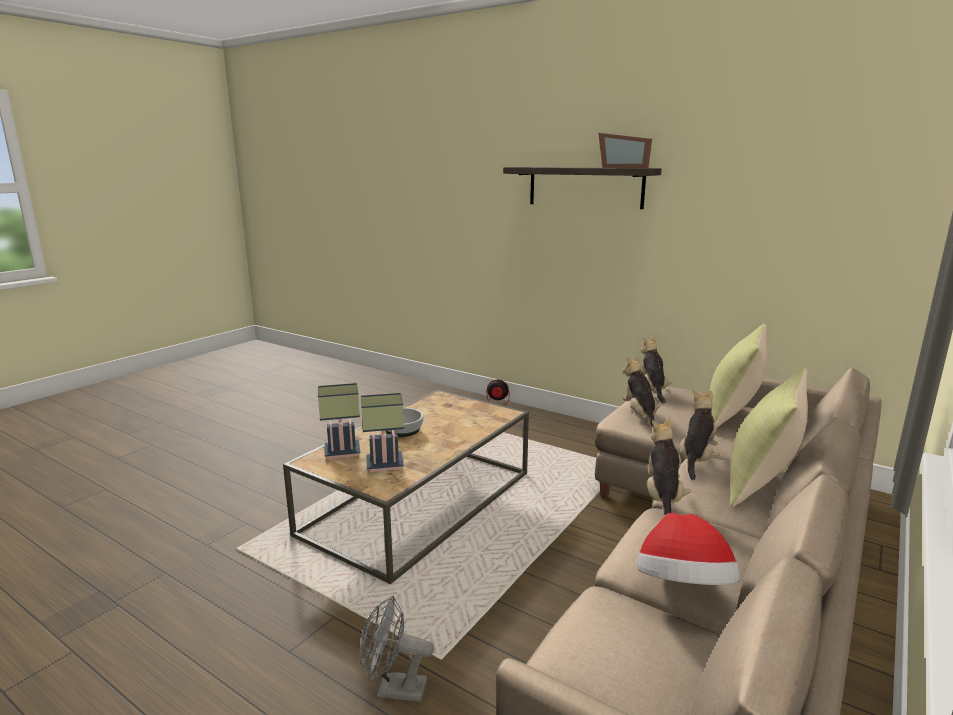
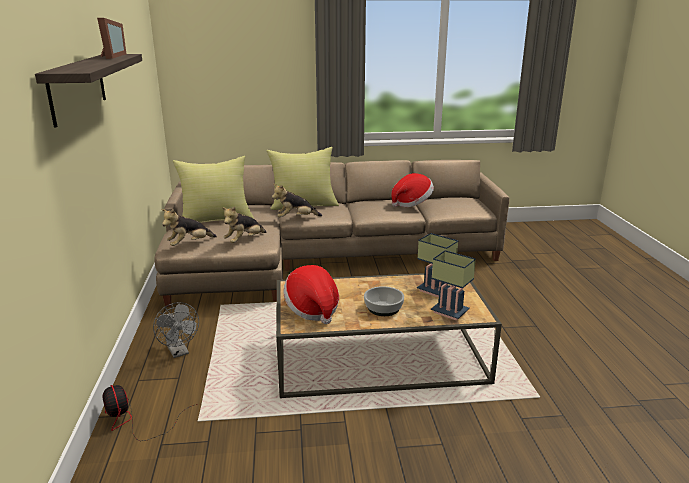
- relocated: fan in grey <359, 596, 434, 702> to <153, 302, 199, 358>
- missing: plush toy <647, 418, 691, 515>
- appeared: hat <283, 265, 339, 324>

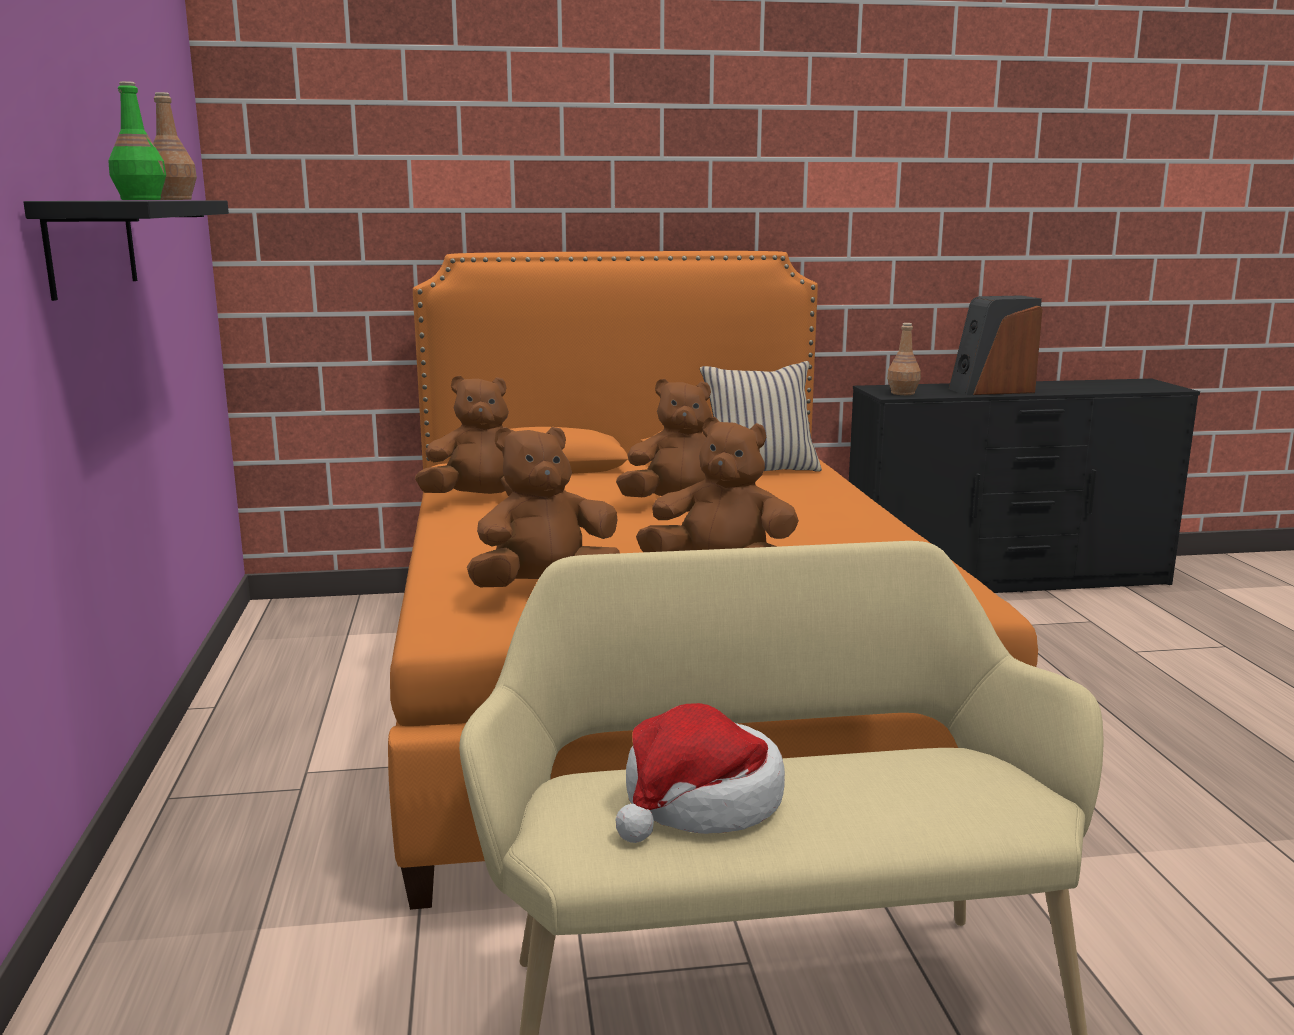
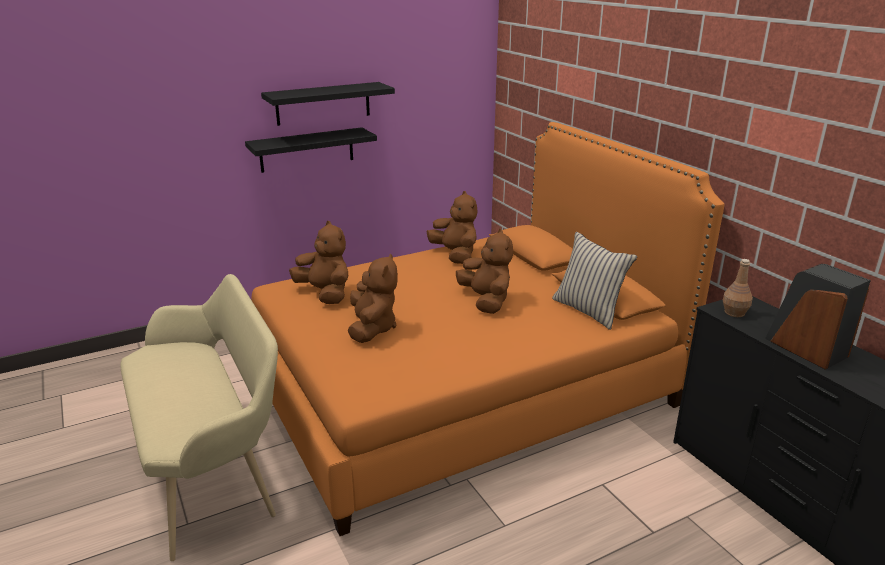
- missing: bottle in green <108, 81, 166, 200>
- missing: bottle in brown <153, 92, 197, 200>
- missing: hat <615, 703, 785, 843>
- appeared: shelf in black <245, 127, 377, 173>

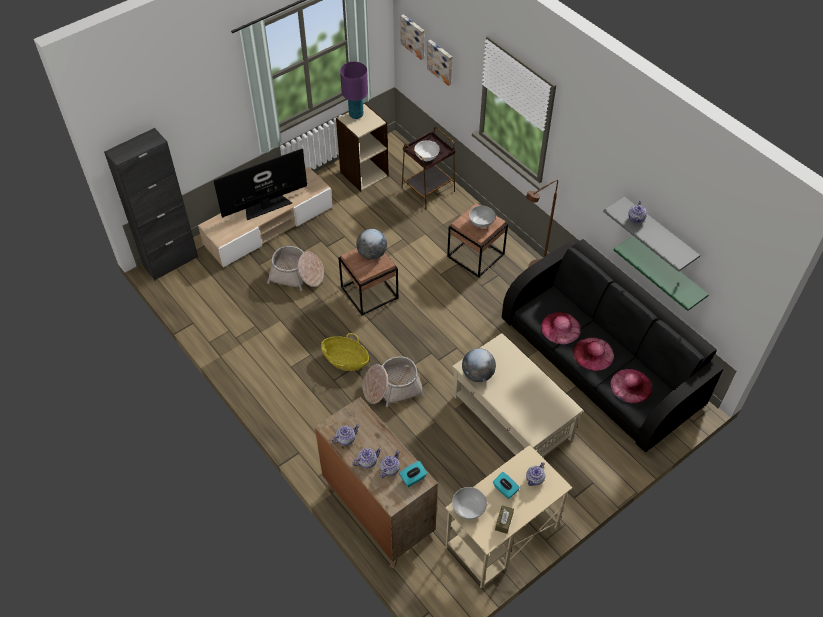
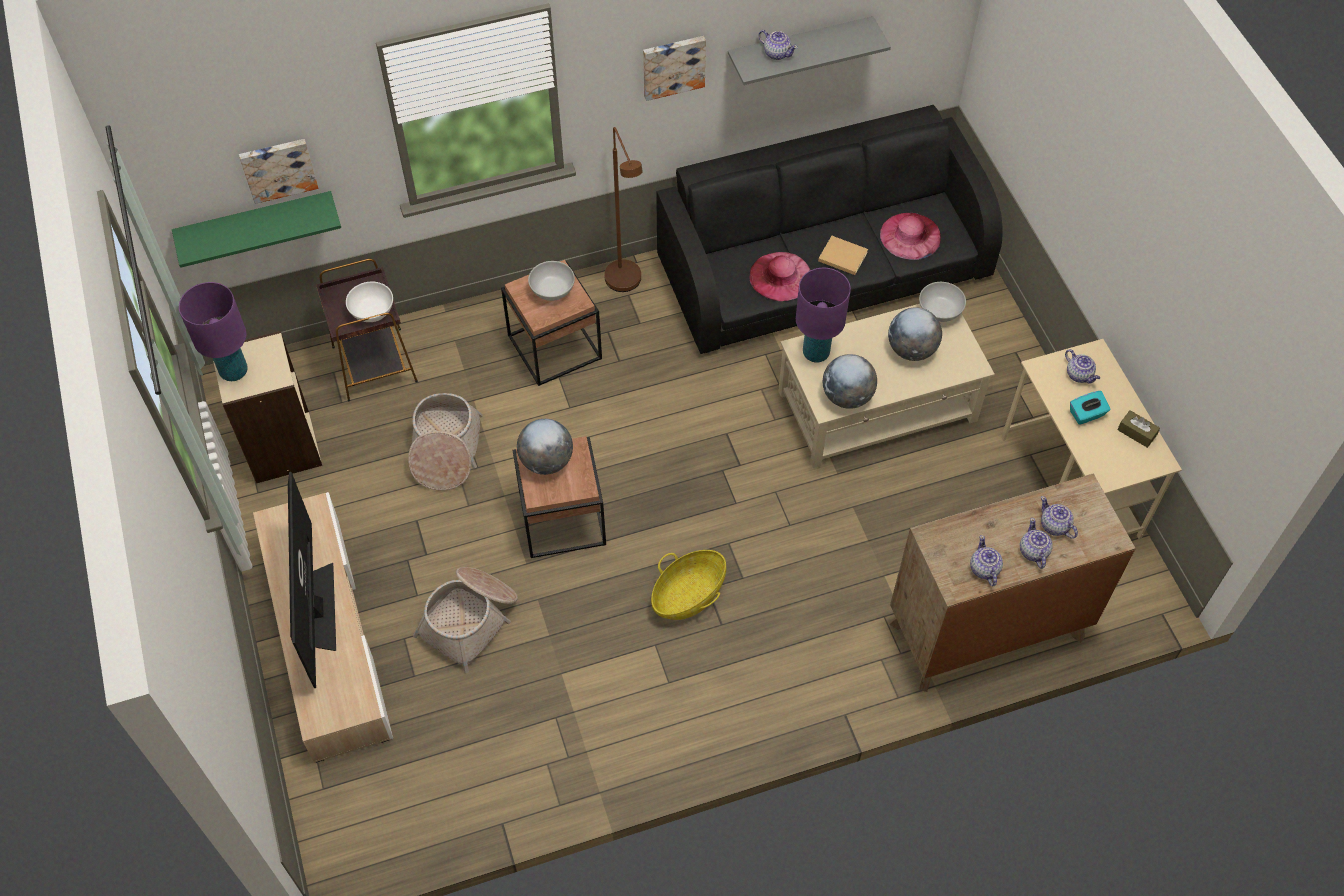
- missing: cabinet in black <104, 128, 198, 280>
- relocated: basket <363, 356, 425, 407> to <408, 393, 483, 491>
- missing: tissue box in turquoise <399, 461, 427, 487>
- relocated: picture <400, 14, 424, 60> to <643, 36, 706, 101>
- relocated: bowl in white <452, 487, 487, 519> to <919, 282, 966, 322>
- exchanged: hat in pink <573, 337, 614, 371> to book in beige <818, 236, 868, 275>
- relocated: shelf in green <614, 236, 709, 311> to <172, 191, 341, 268>
- appeared: table lamp in purple <796, 268, 851, 363>
- appeared: globe <888, 307, 942, 361>

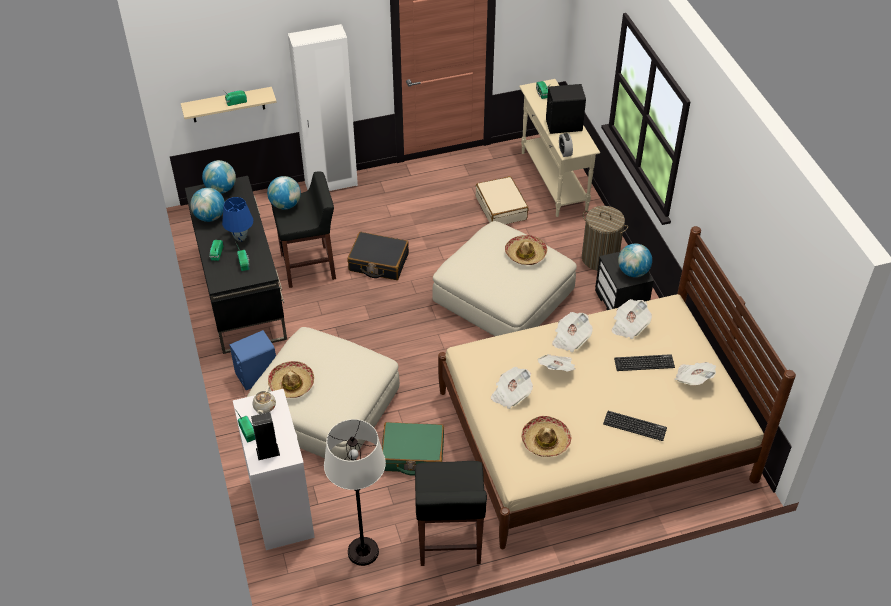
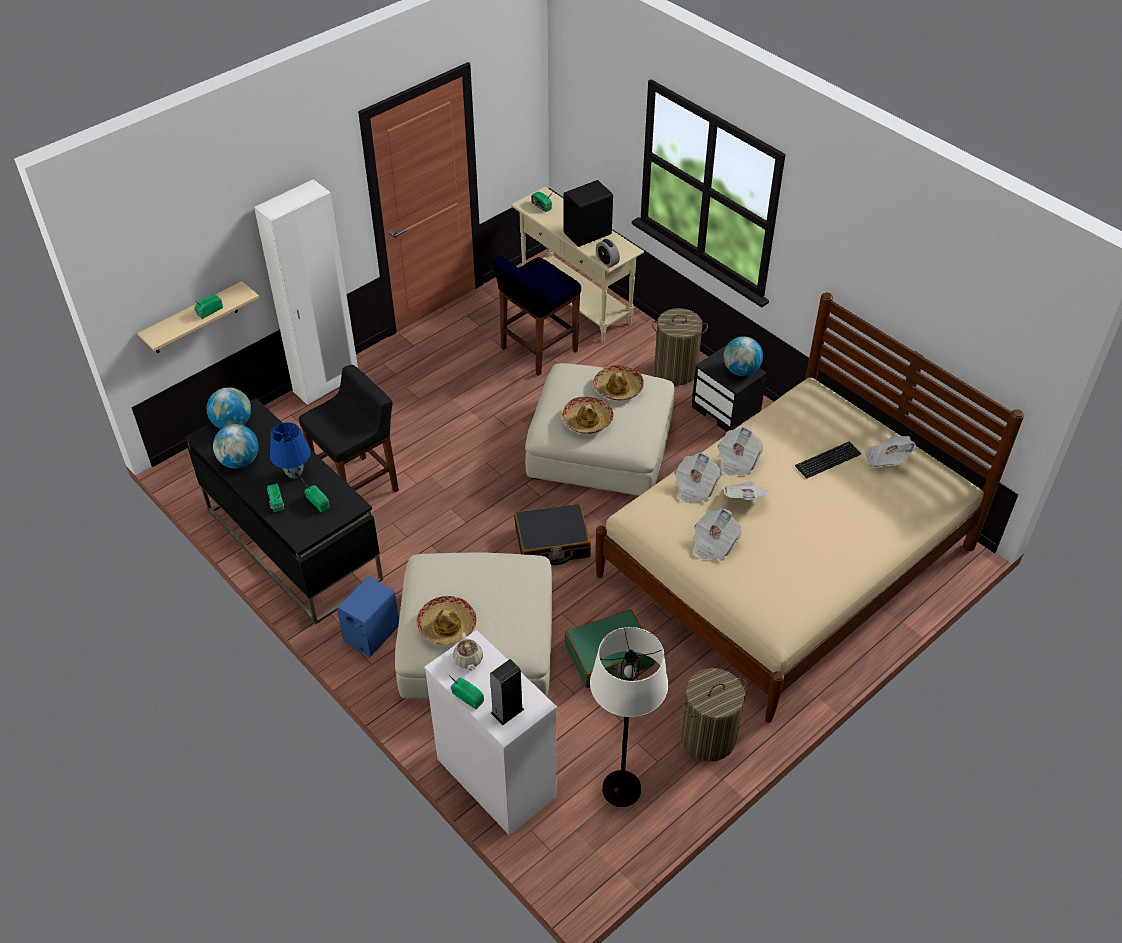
- missing: globe <267, 176, 301, 210>
- relocated: suitcase in black <347, 232, 409, 280> to <514, 503, 591, 565>
- exchanged: stool in black <415, 461, 487, 566> to laundry basket <681, 668, 748, 761>
- exchanged: suitcase in beige <476, 176, 529, 224> to stool in blue <492, 255, 581, 376>
- relocated: hat <521, 416, 571, 457> to <562, 397, 614, 434>
- missing: keyboard <603, 411, 667, 441>
- relocated: newspaper <611, 299, 652, 339> to <675, 453, 721, 503>

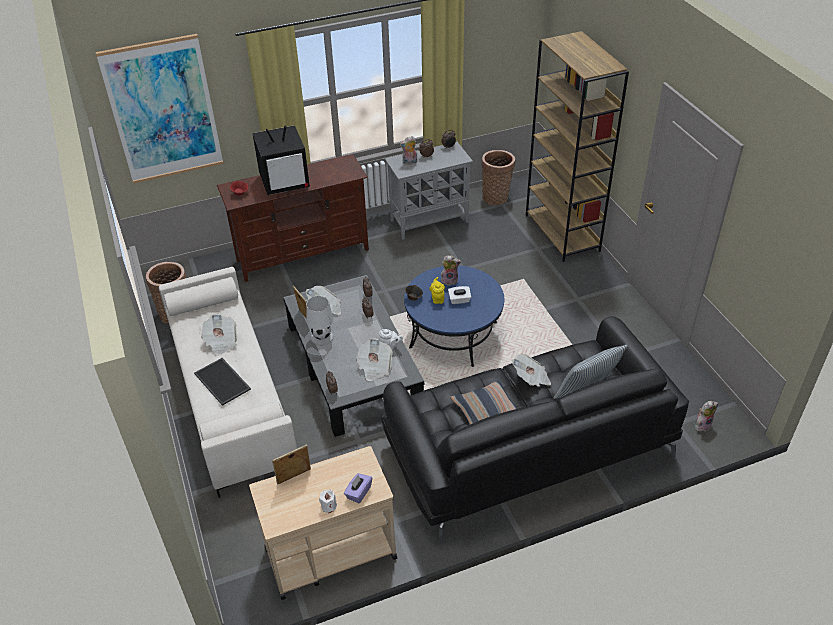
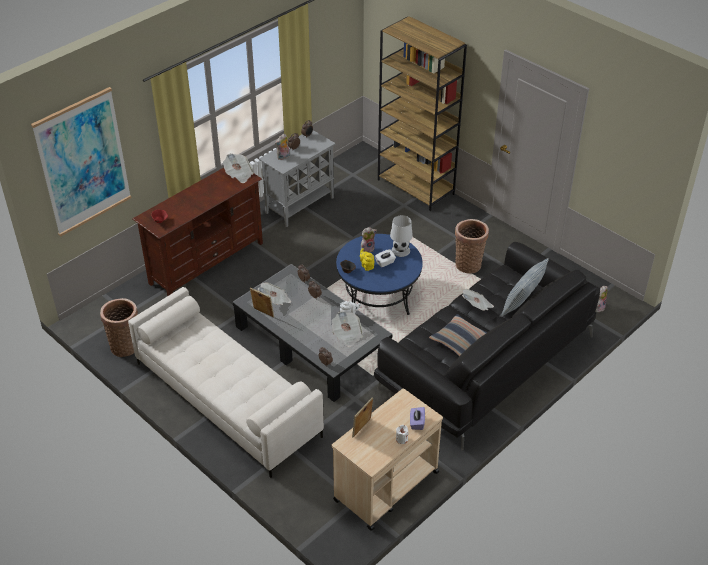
- missing: tray <194, 358, 251, 406>
- relocated: newspaper <201, 314, 237, 356> to <223, 153, 254, 183>
- missing: television <253, 125, 310, 195>
- relocated: table lamp in white <306, 296, 334, 346> to <390, 215, 413, 257>
- relocated: basket <482, 150, 515, 205> to <455, 219, 489, 274>

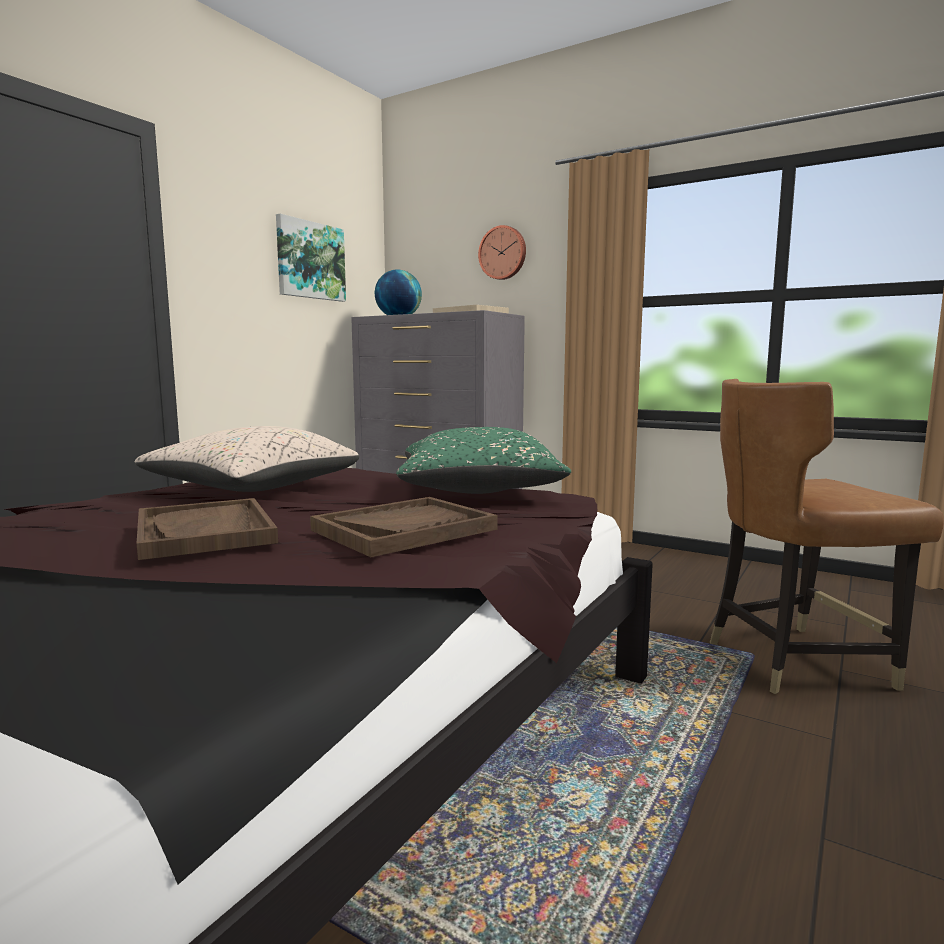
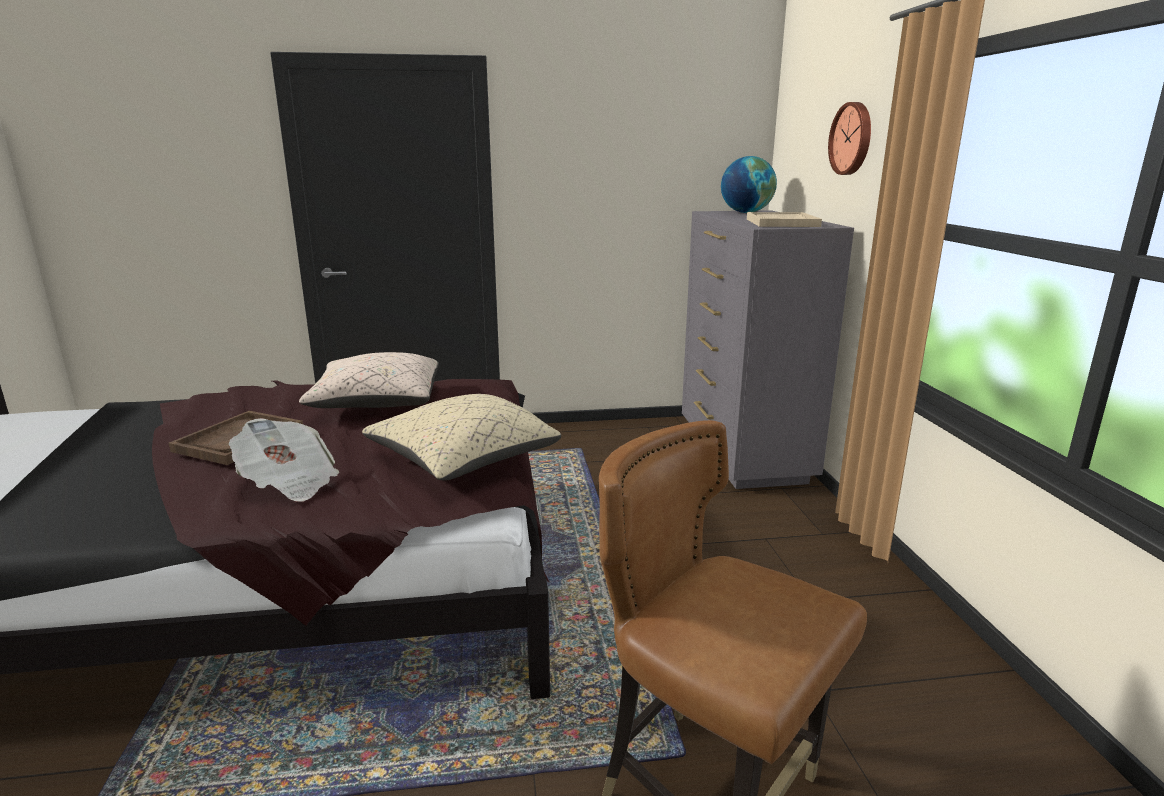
- missing: picture <276, 214, 346, 302>
- exchanged: tray in brown <310, 497, 498, 557> to newspaper <229, 418, 339, 502>
- colour: pillow in green <396, 427, 571, 494> to pillow in beige <362, 394, 561, 481>

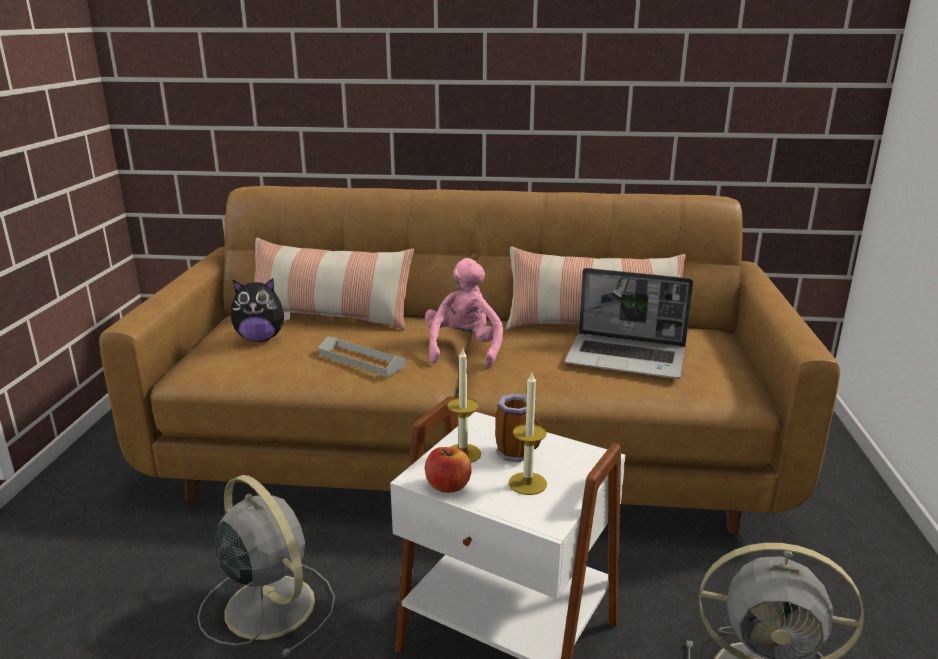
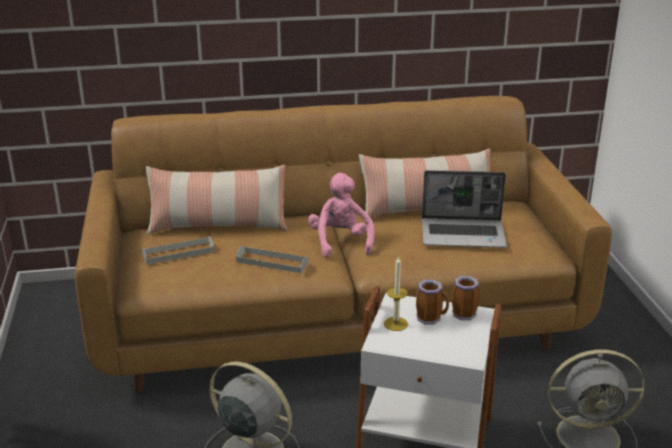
- exchanged: plush toy <231, 278, 290, 342> to tray in grey <142, 237, 214, 265>
- missing: apple <425, 447, 472, 493>
- missing: candle <509, 373, 547, 495>
- appeared: mug <452, 276, 479, 320>

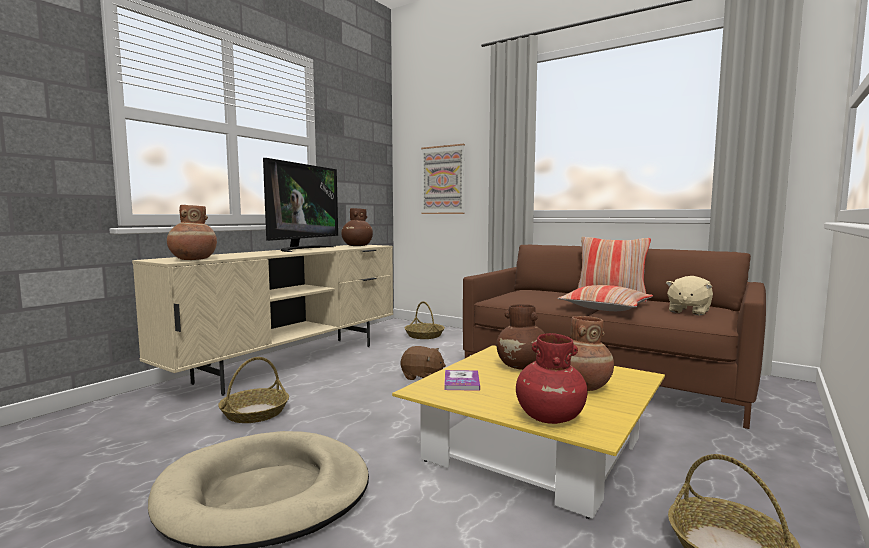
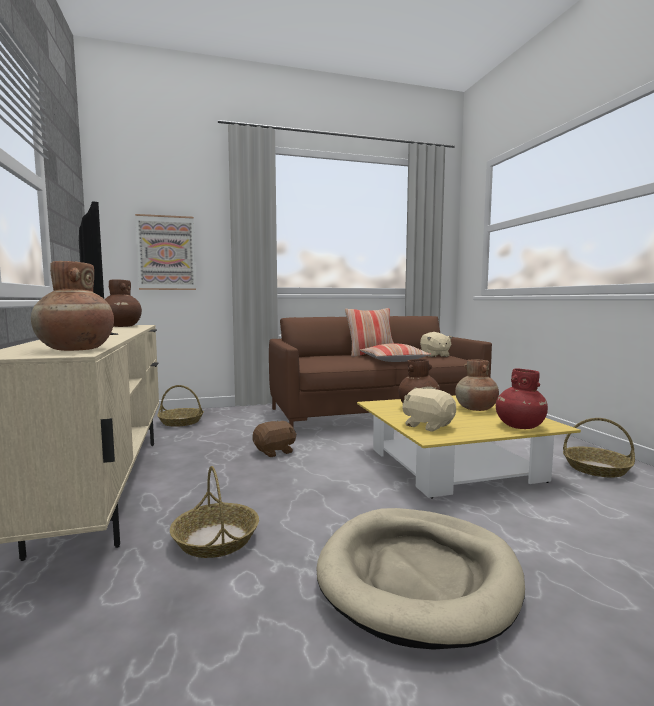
- exchanged: book <444, 370, 480, 391> to plush toy in beige <402, 388, 456, 431>

